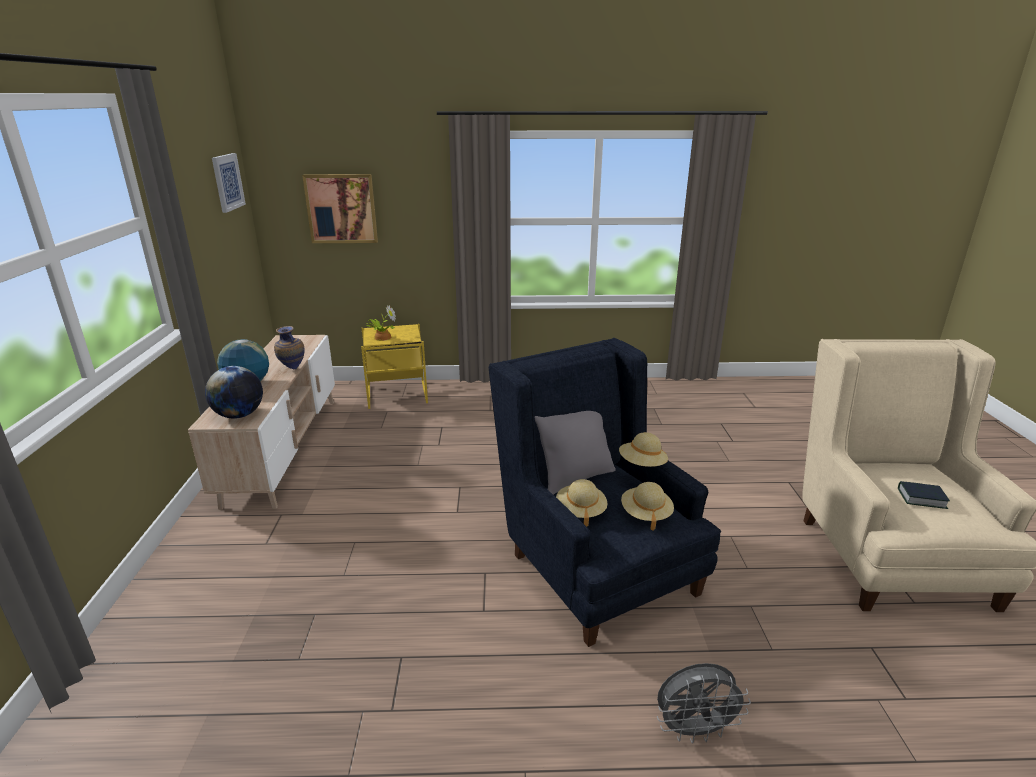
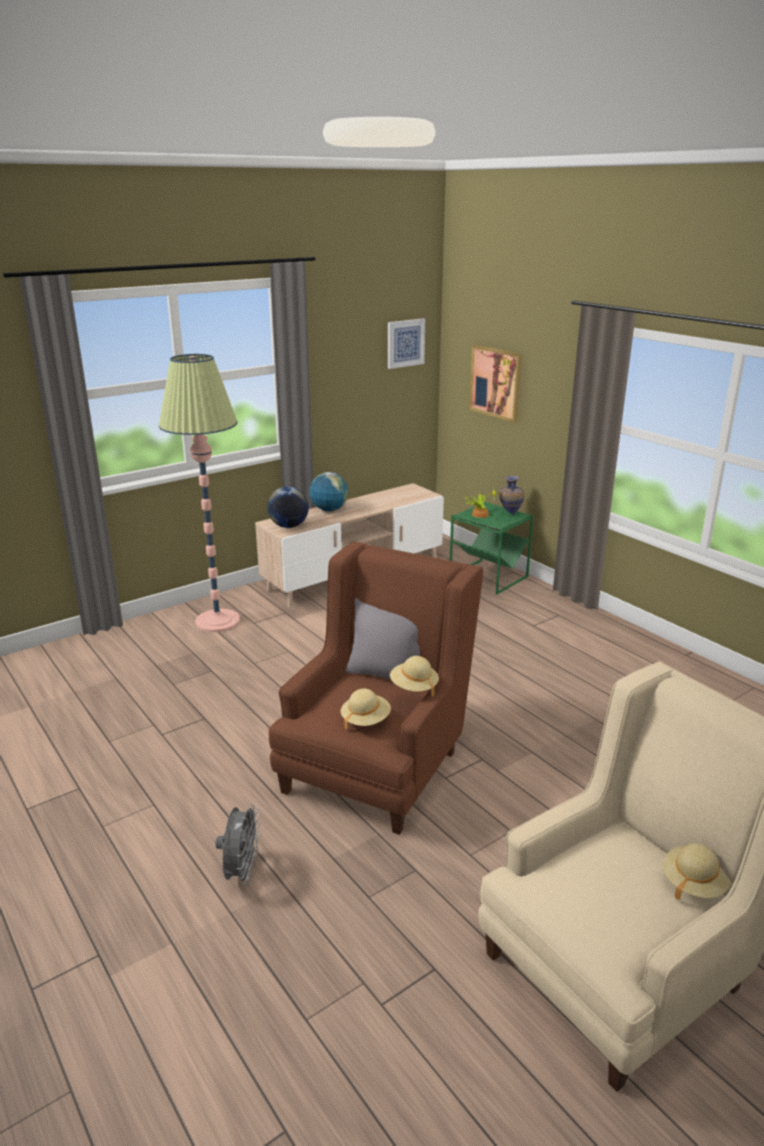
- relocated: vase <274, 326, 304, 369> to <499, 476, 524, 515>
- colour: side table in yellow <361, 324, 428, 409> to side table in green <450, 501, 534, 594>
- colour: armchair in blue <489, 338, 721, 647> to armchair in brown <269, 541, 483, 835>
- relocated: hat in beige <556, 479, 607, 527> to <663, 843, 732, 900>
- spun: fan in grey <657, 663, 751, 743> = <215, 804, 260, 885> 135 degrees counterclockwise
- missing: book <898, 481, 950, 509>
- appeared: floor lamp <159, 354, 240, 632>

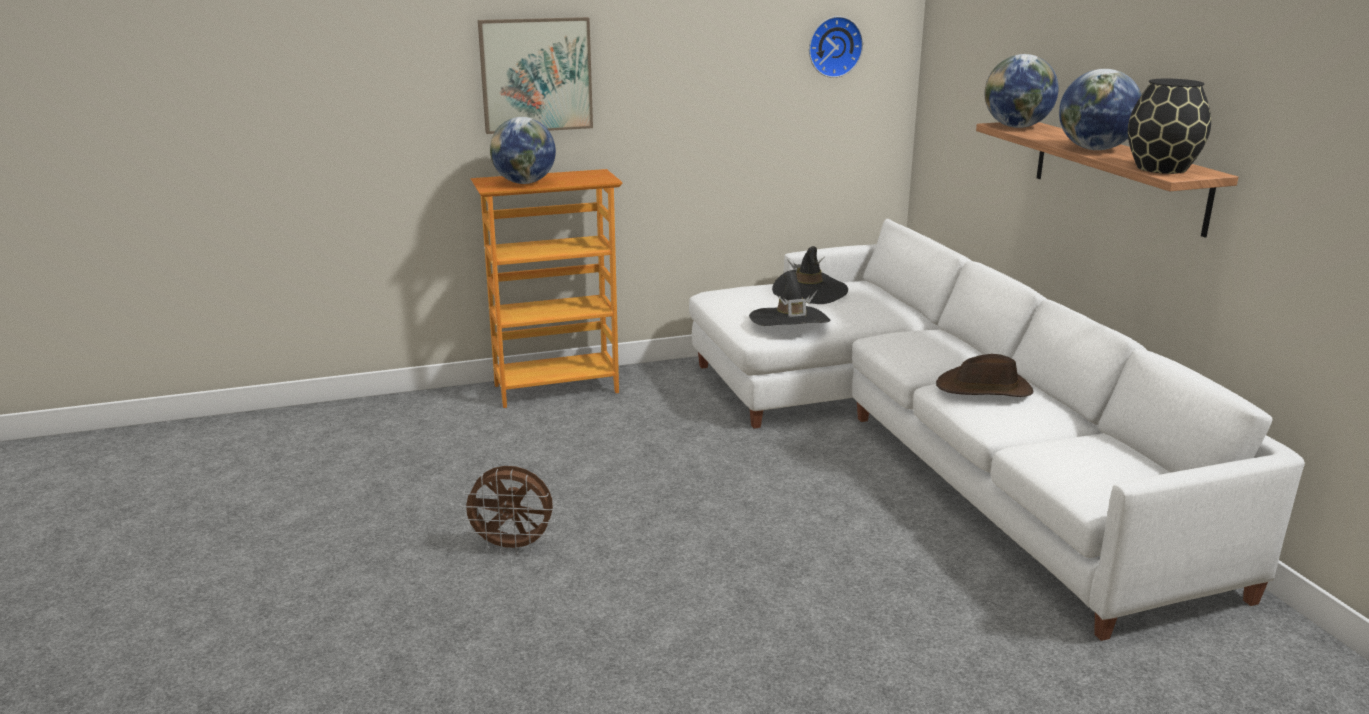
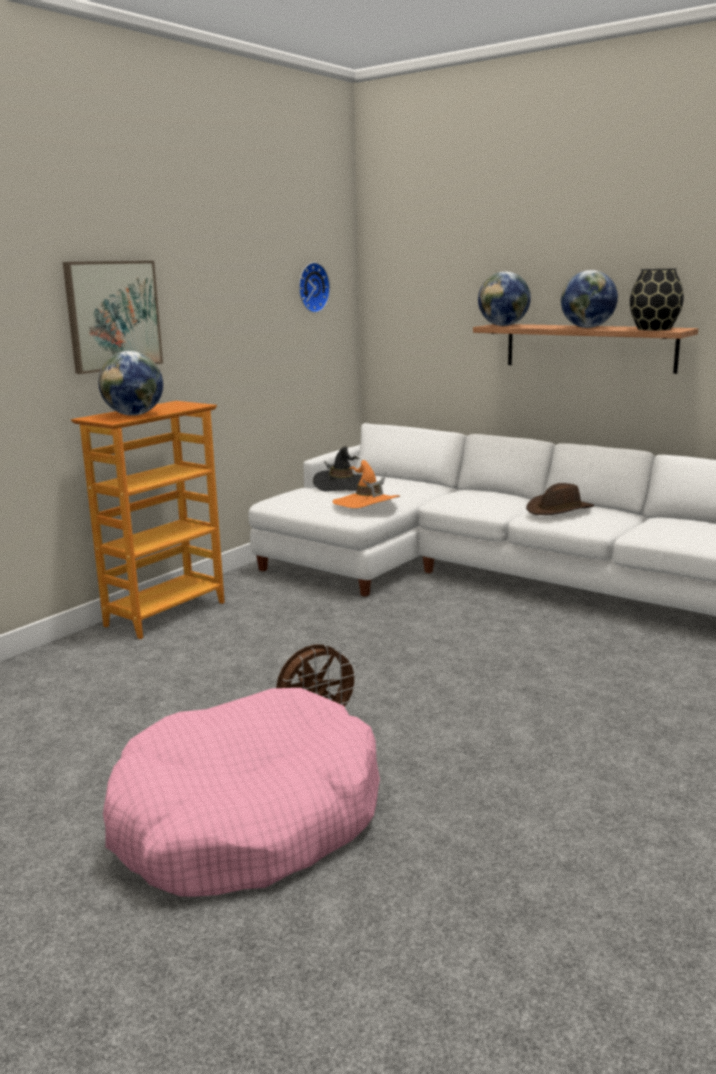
- colour: hat in black <749, 270, 831, 326> to hat in orange <332, 460, 400, 508>
- appeared: dog bed in pink <103, 688, 380, 897>

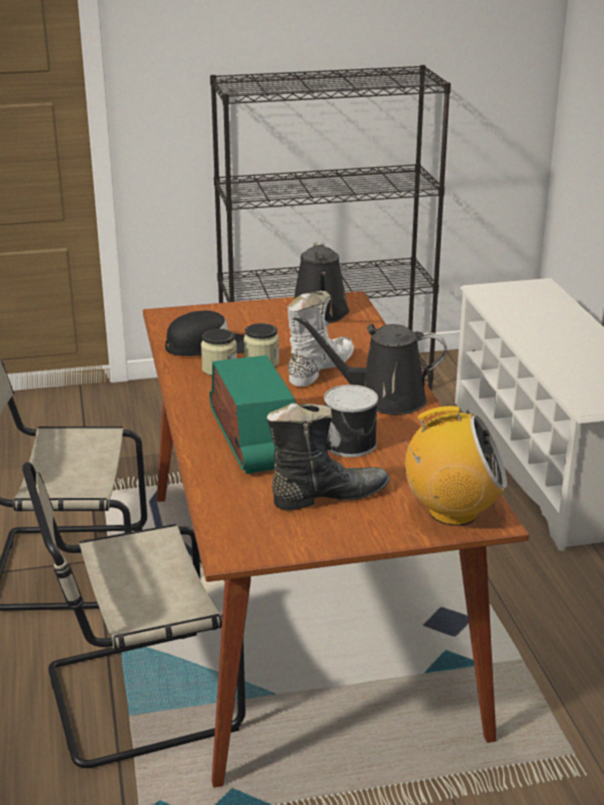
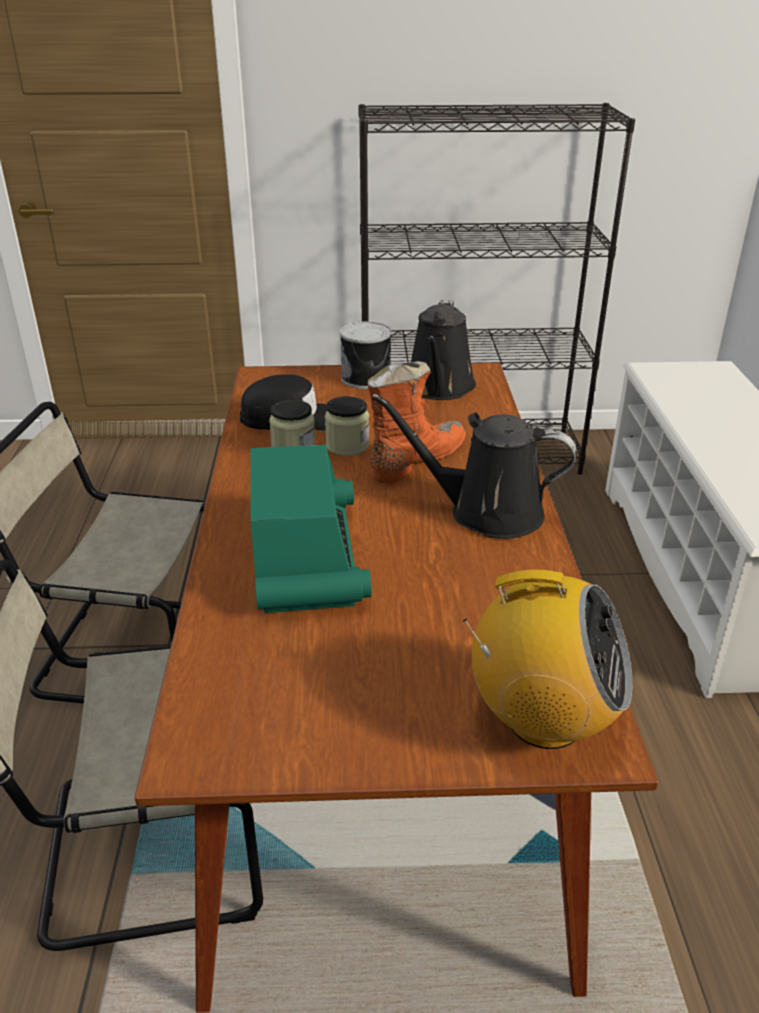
- missing: boot in black <267, 403, 390, 511>
- colour: boot in white <287, 291, 354, 387> to boot in orange <368, 361, 466, 484>
- relocated: can <324, 385, 378, 457> to <340, 321, 391, 389>

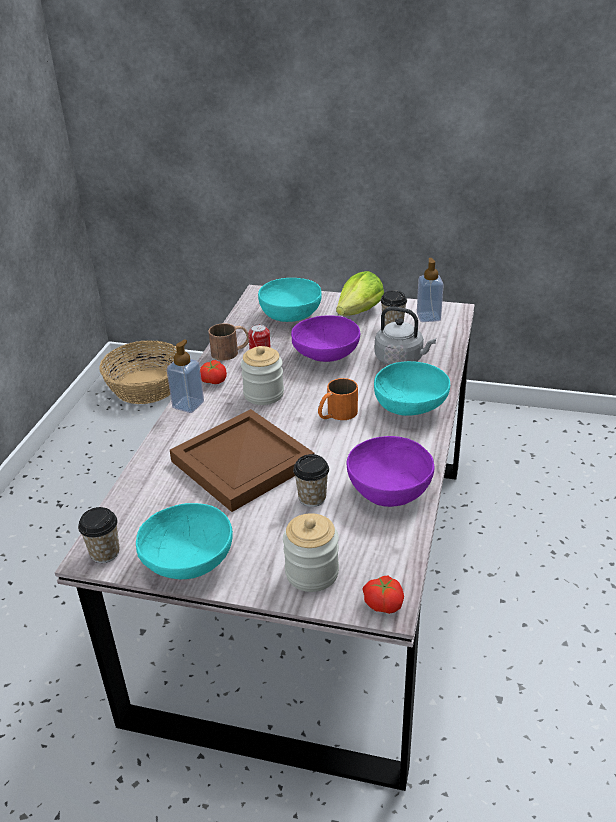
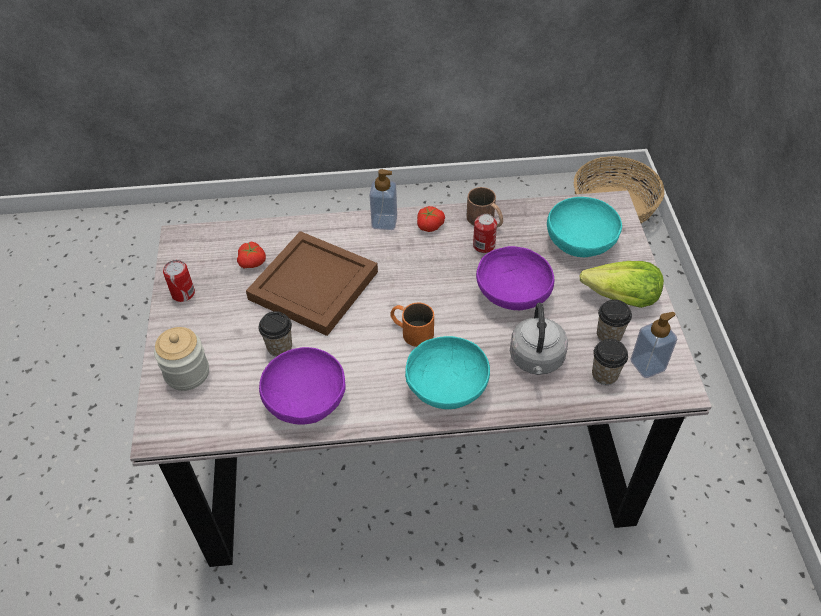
- relocated: cup <78, 507, 120, 563> to <592, 339, 628, 385>
- exchanged: bowl in turquoise <136, 503, 233, 579> to can <163, 260, 195, 302>
- missing: jar <241, 346, 284, 405>
- relocated: tomato <363, 576, 404, 614> to <237, 242, 266, 268>

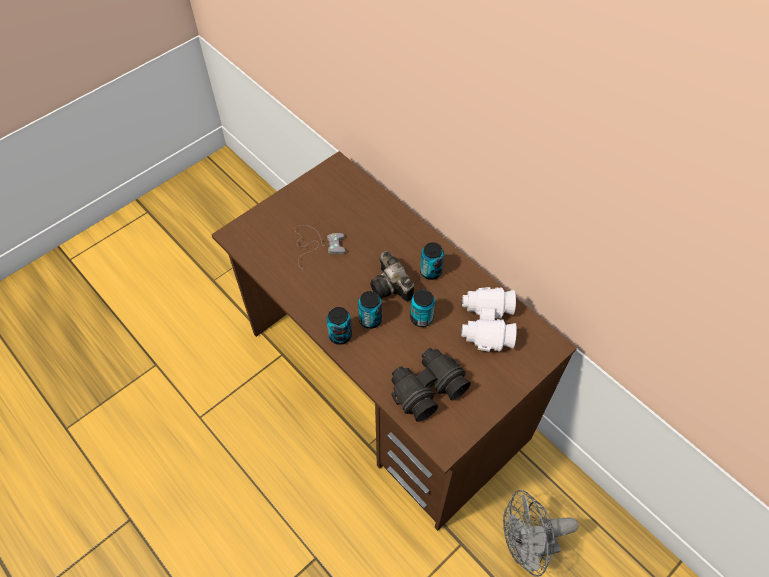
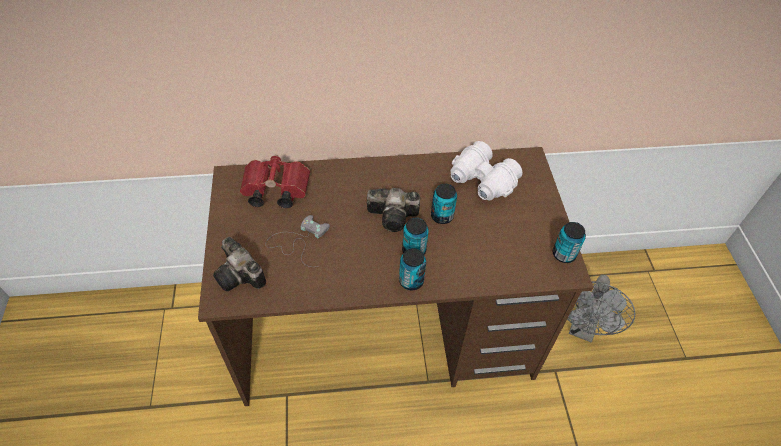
- missing: binoculars in black <391, 348, 471, 422>
- relocated: can <420, 242, 444, 280> to <553, 222, 586, 263>
- appeared: photo camera <213, 237, 266, 291>
- appeared: binoculars in red <240, 155, 310, 208>

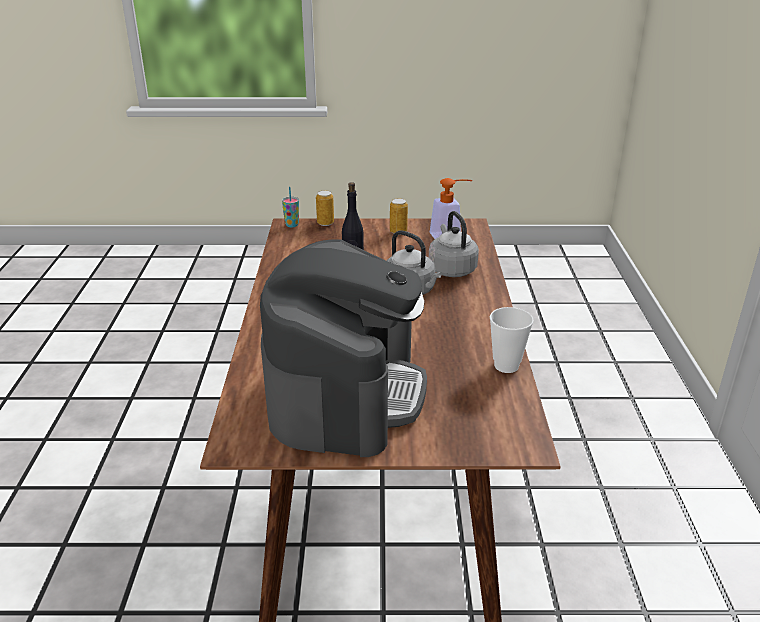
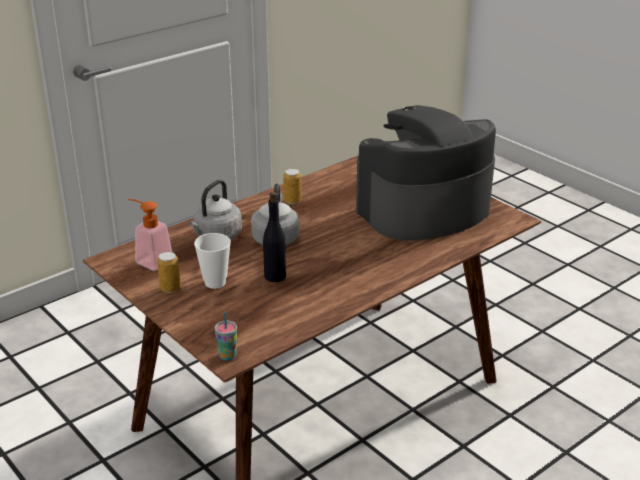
- relocated: can <316, 190, 334, 226> to <283, 168, 301, 204>
- relocated: cup <490, 307, 534, 373> to <194, 233, 231, 289>

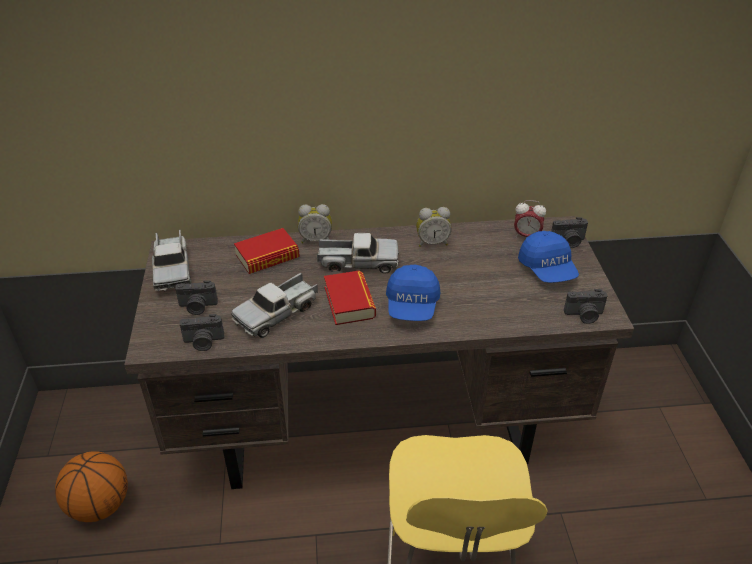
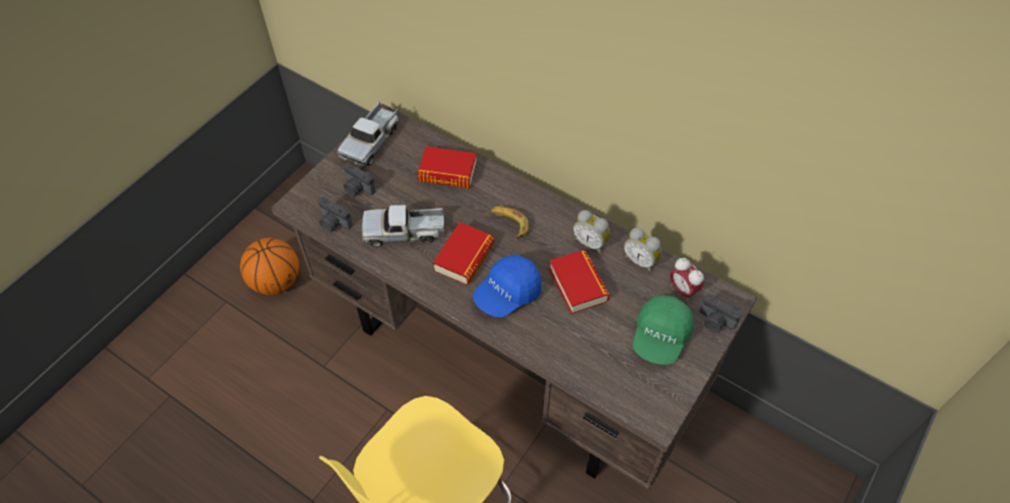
- relocated: alarm clock <298, 204, 332, 244> to <624, 228, 662, 272>
- exchanged: toy truck <317, 233, 399, 273> to banana <490, 206, 530, 239>
- colour: cap in blue <518, 231, 579, 283> to cap in green <633, 296, 694, 365>
- missing: photo camera <564, 289, 608, 324>
- appeared: book <549, 250, 609, 314>

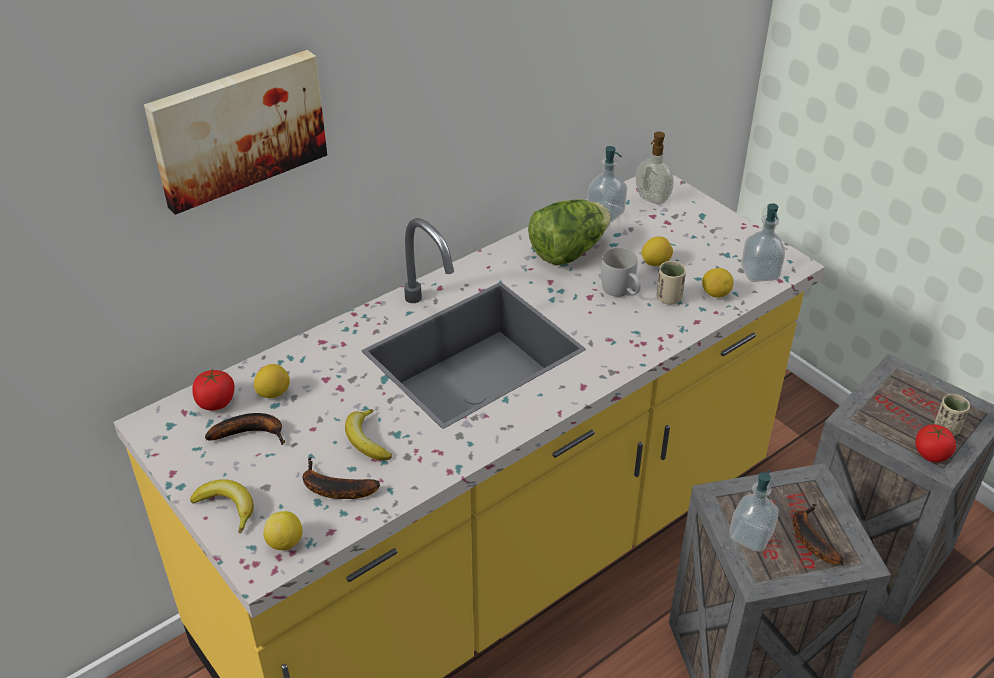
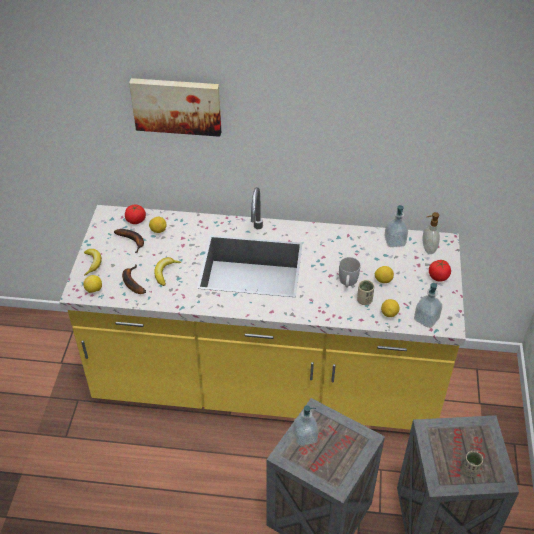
- missing: lettuce <528, 199, 611, 265>
- missing: banana <793, 504, 844, 564>
- relocated: tomato <915, 424, 956, 462> to <429, 260, 451, 282>

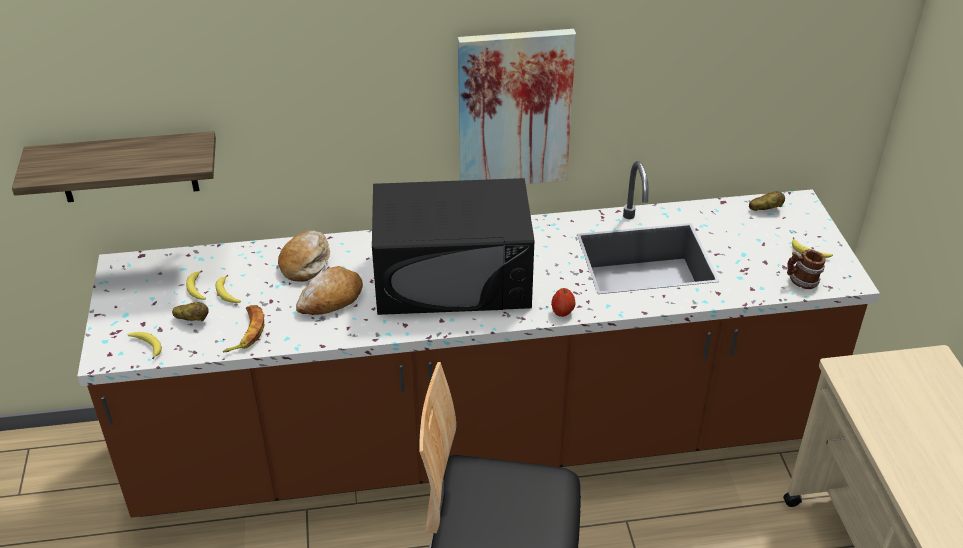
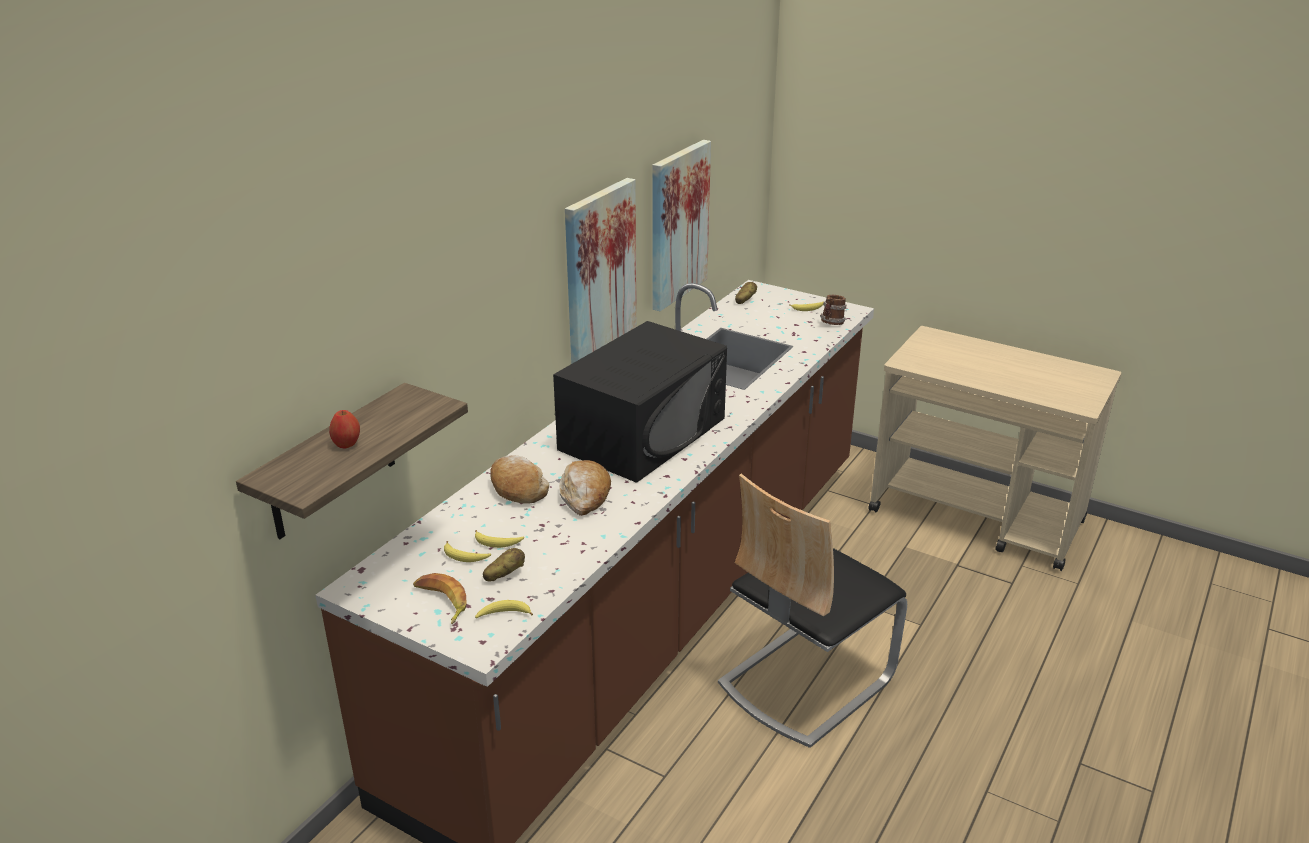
- relocated: banana <223, 305, 264, 352> to <413, 573, 467, 624>
- relocated: apple <551, 288, 575, 317> to <329, 410, 360, 448>
- appeared: picture <652, 140, 711, 311>

